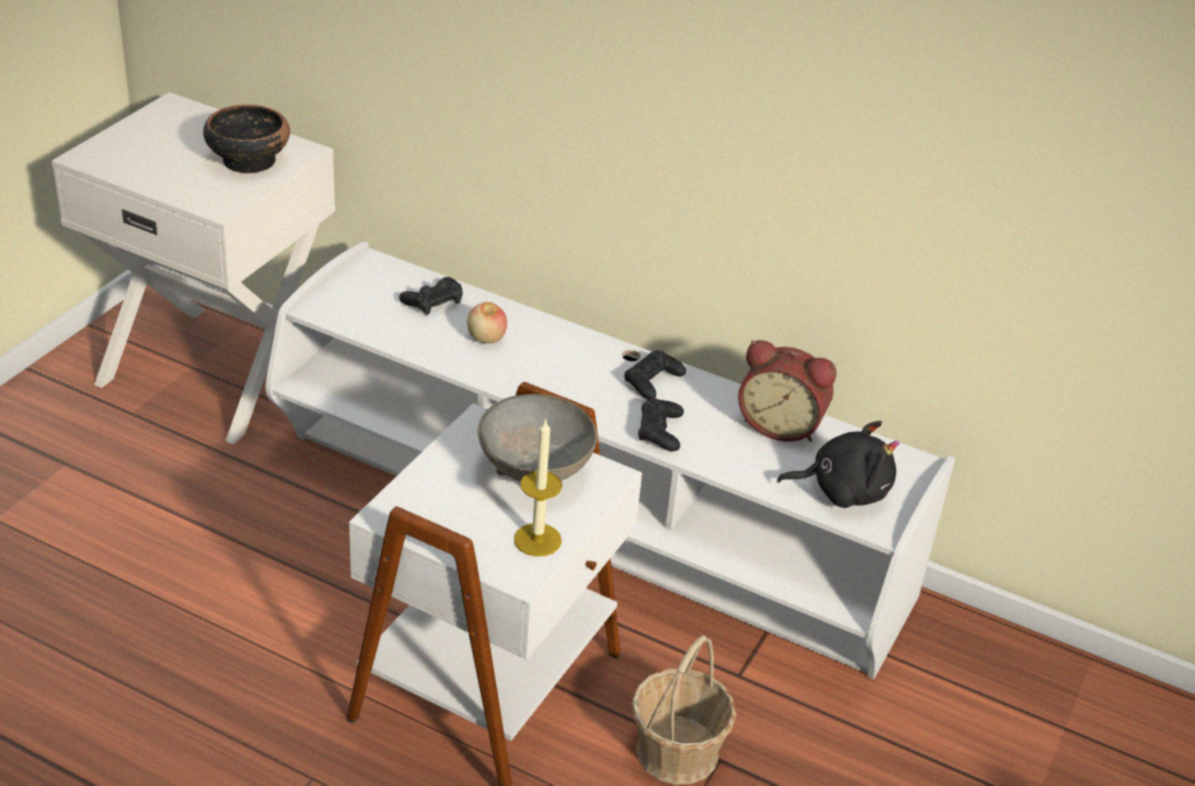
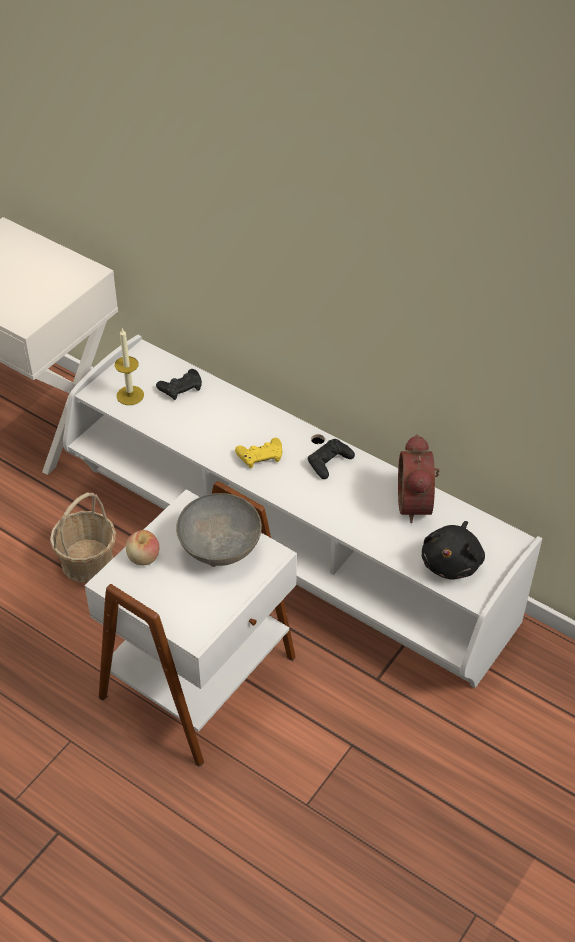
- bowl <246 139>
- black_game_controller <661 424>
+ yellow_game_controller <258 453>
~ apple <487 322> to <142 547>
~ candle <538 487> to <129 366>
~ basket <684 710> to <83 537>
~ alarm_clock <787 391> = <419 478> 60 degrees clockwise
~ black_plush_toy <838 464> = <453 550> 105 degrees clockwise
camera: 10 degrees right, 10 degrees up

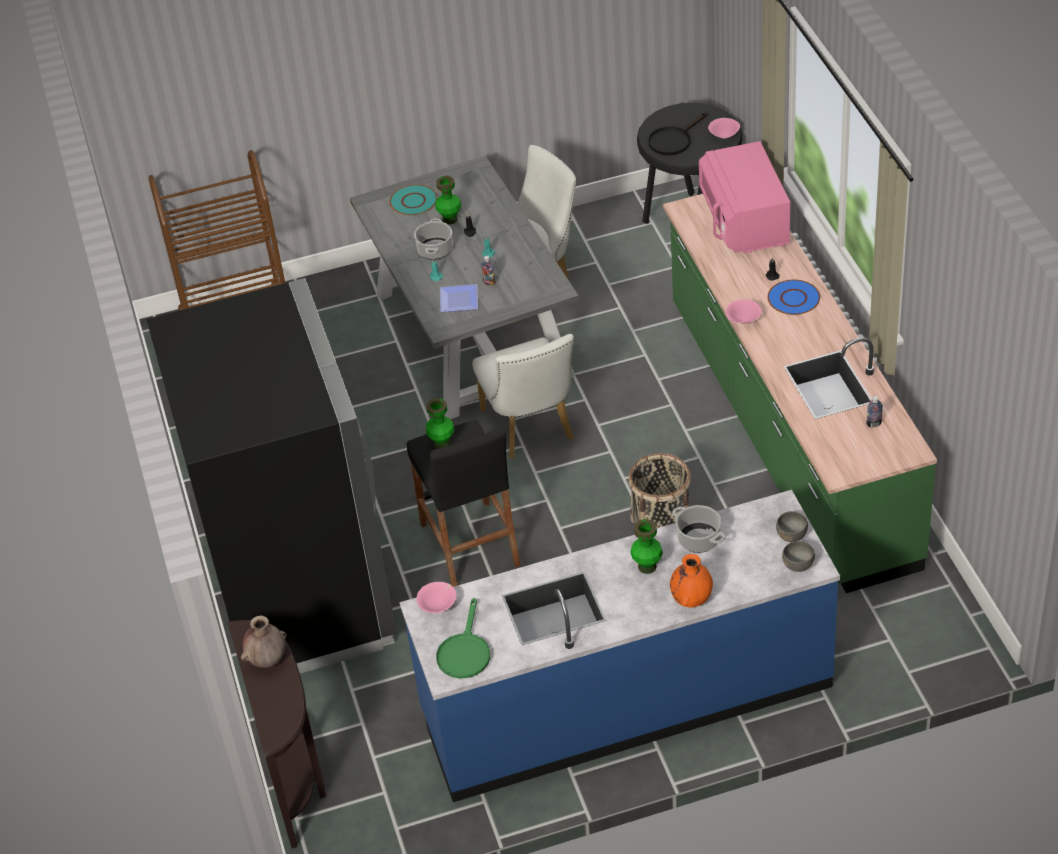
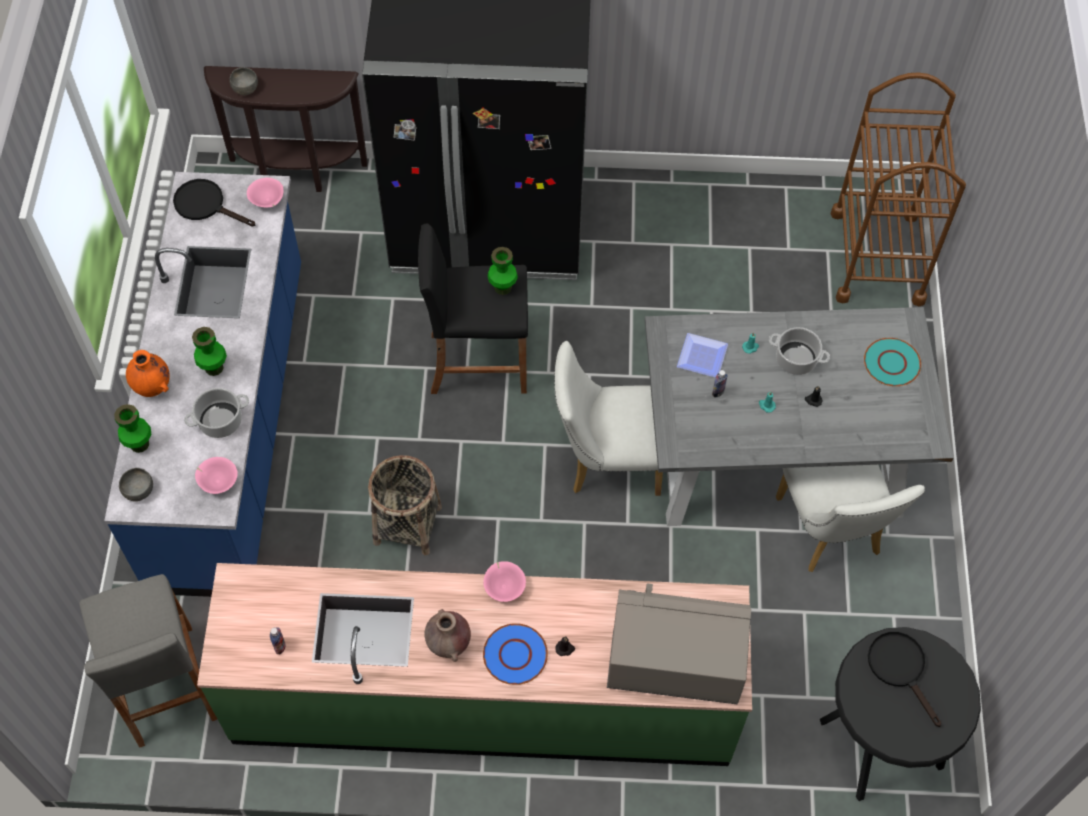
+ grey_stool <148 661>
~ brown_vase <264 642> to <447 635>
~ green_vase <448 200> to <132 428>
~ pink_bowl <724 128> to <216 475>
~ grey_bowl <792 526> to <243 81>
~ green_frying_pan <463 638> to black_frying_pan <214 203>
~ pink_microwave <744 197> to grey_microwave <679 643>
camera: 105 degrees right, 15 degrees up

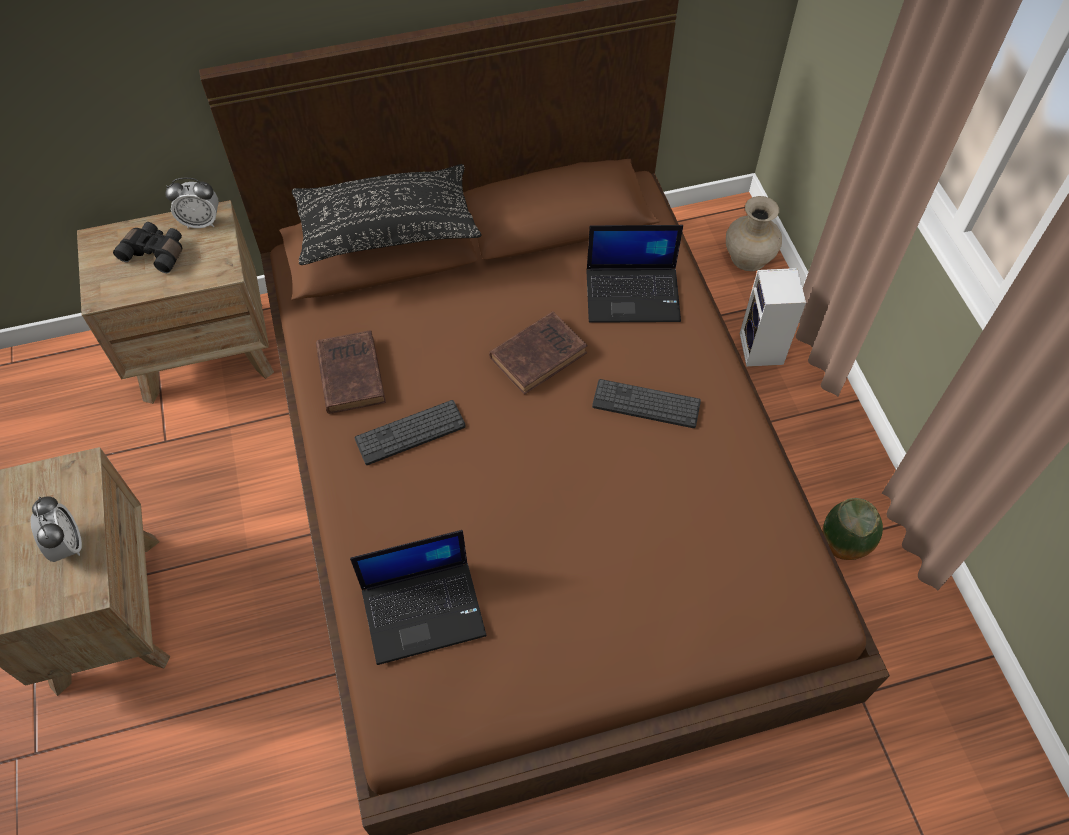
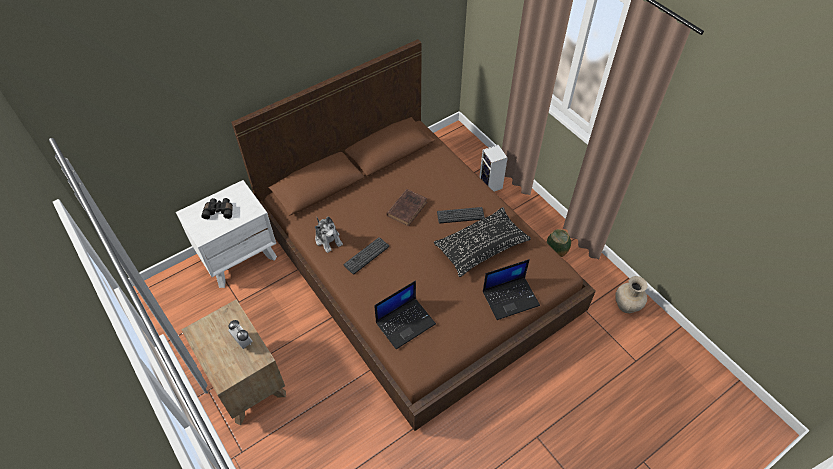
- alarm_clock <192 203>
~ black_pillow <386 214> to <482 242>
~ laptop <634 274> to <511 289>
~ beige_vase <754 233> to <631 294>
~ brown_book <351 372> to plush_toy <329 235>
~ brown_nightstand <175 302> to white_nightstand <226 234>
camera: 20 degrees left, 5 degrees down

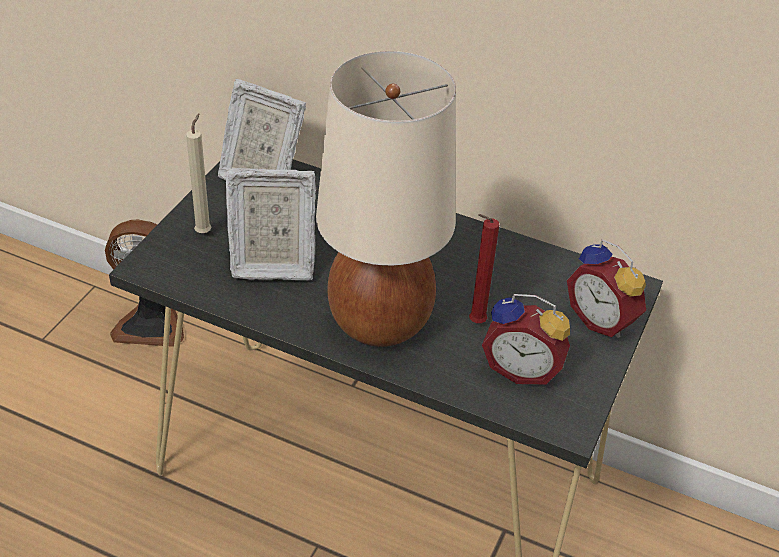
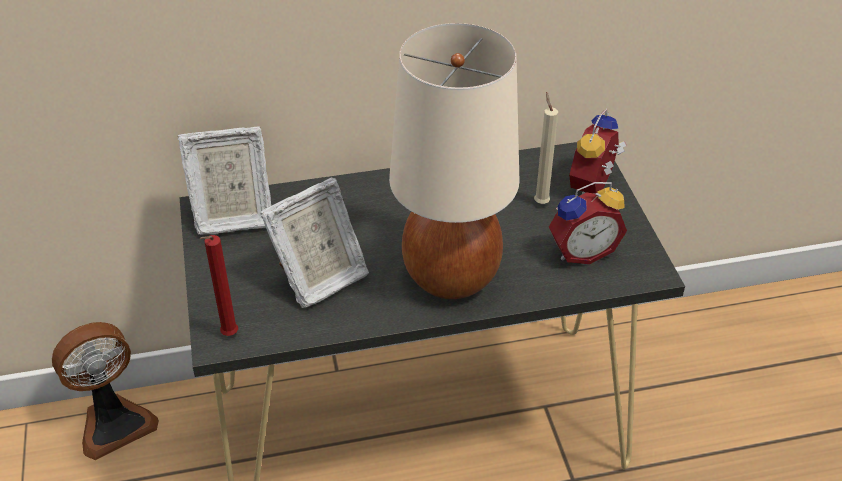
~ beige_candle <199 173> to <546 148>
~ red_candle <484 268> to <219 285>
~ alarm_clock <606 288> = <598 151> 105 degrees clockwise
camera: 35 degrees left, 0 degrees up

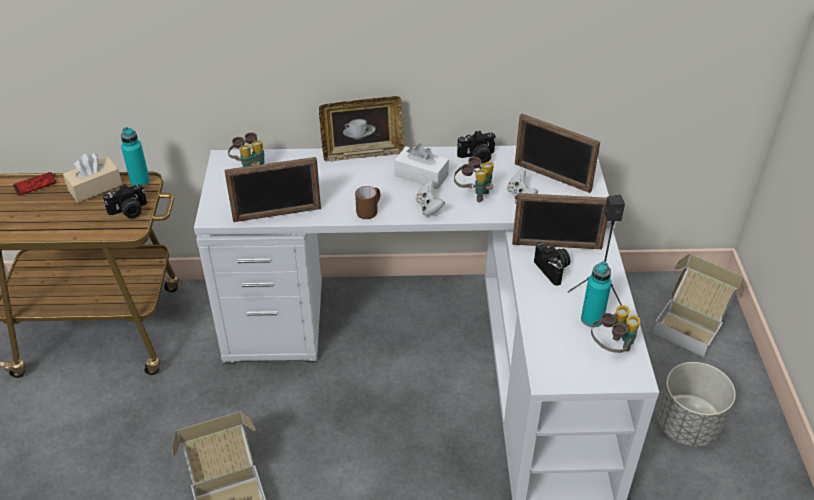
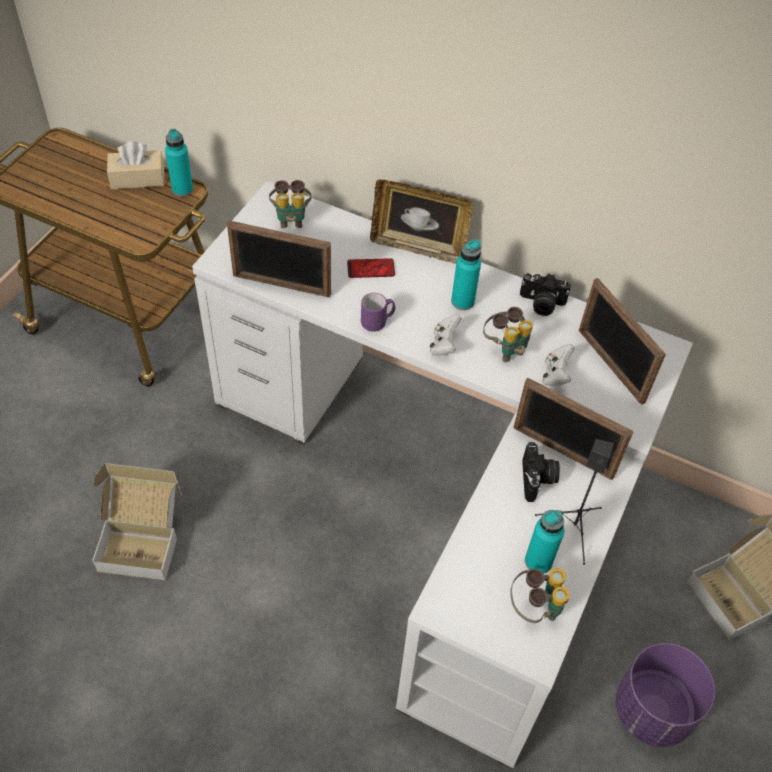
- photo_camera <125 201>
~ phone <34 184> to <371 268>
~ white_tissue_box <422 166> to turquoise_bottle <466 274>
~ brown_mug <367 202> to purple_mug <378 312>
~ grey_planter <696 404> to purple_planter <665 695>
camera: 25 degrees right, 10 degrees up

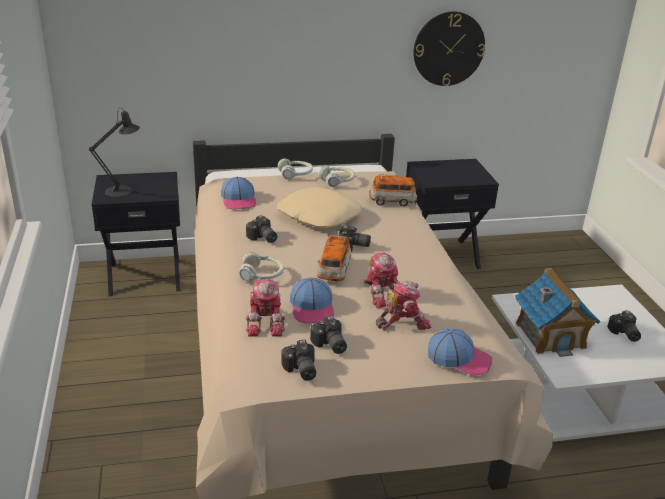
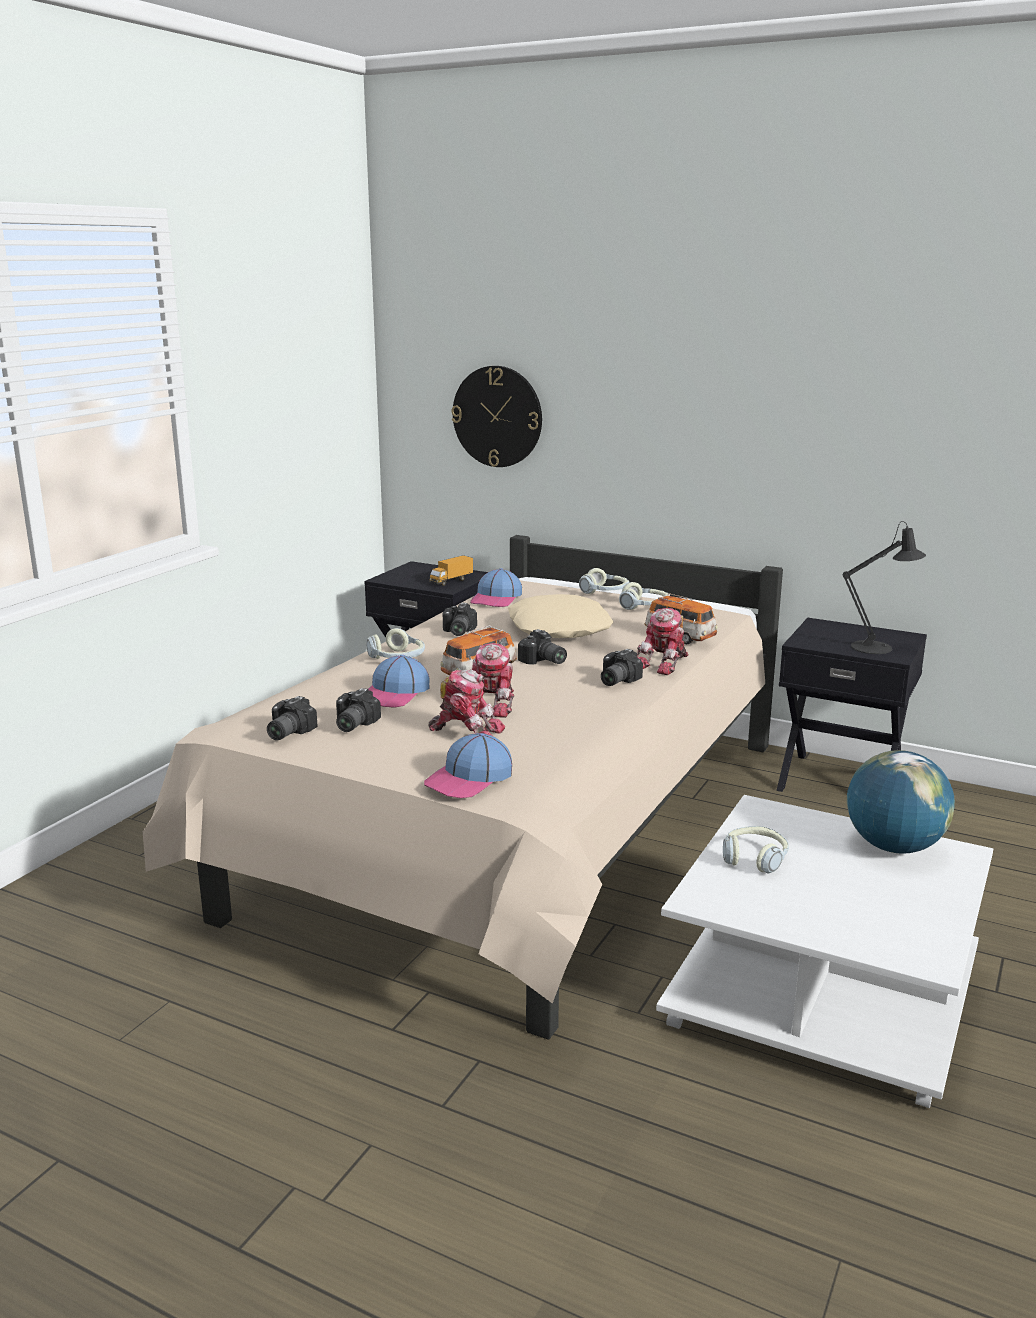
+ toy_truck <451 570>
+ globe <901 802>
~ black_table_lamp <114 152> to <884 587>
~ toy_robot <265 308> to <663 641>
~ wall_clock <449 48> to <496 416>
~ photo_camera <624 326> to <622 667>
~ toy_house <558 312> to headphones <756 849>
~ cap <460 351> = <468 765> 75 degrees clockwise
camera: 40 degrees right, 10 degrees down

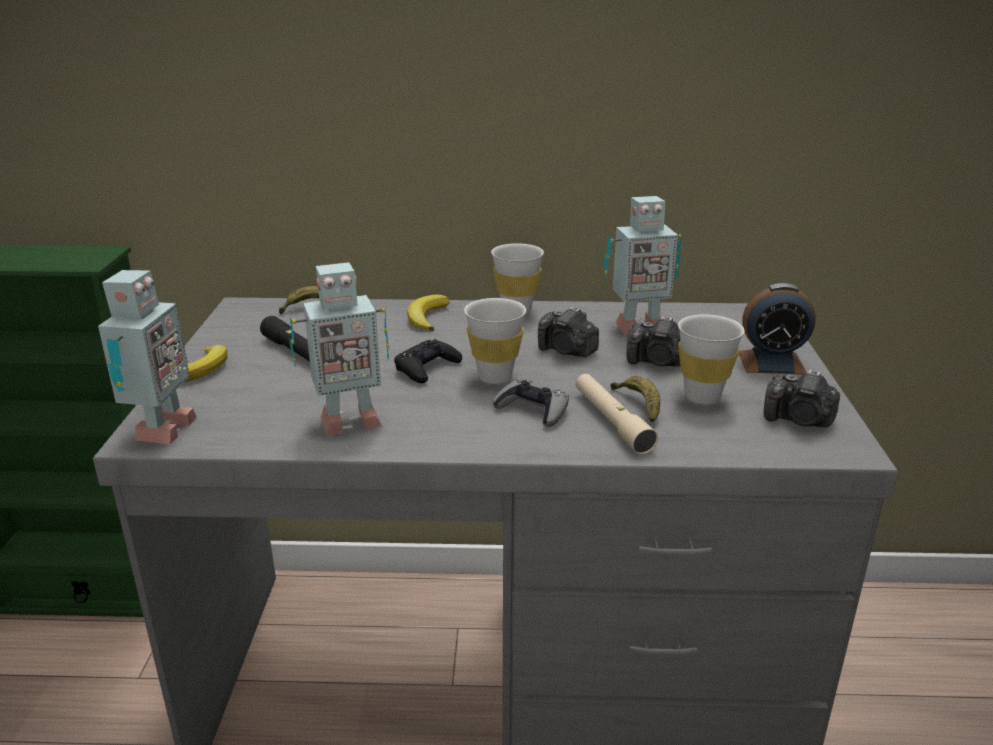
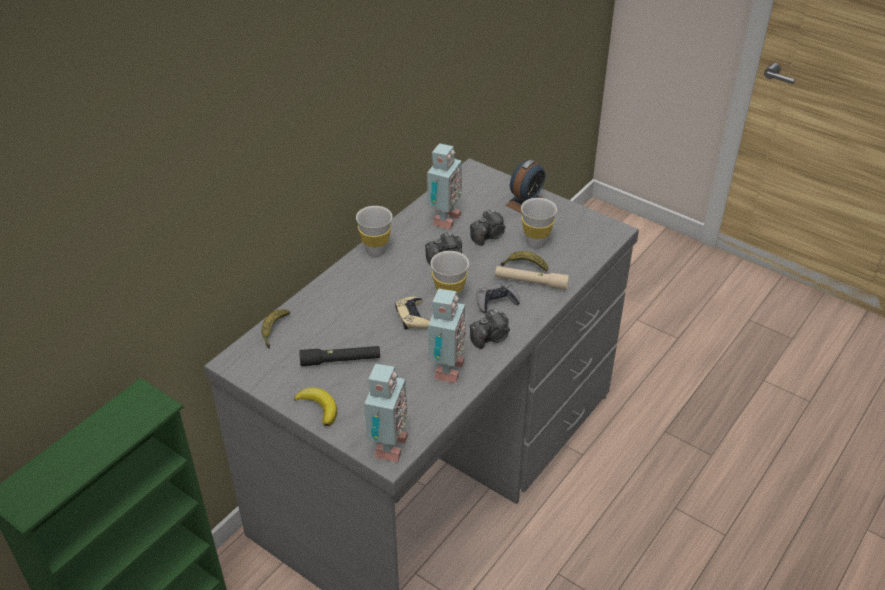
- banana <428 313>
~ photo_camera <802 398> to <490 329>
~ black_game_controller <428 361> to beige_game_controller <412 313>
~ toy_robot <147 357> = <386 413> 60 degrees clockwise
camera: 55 degrees left, 15 degrees up

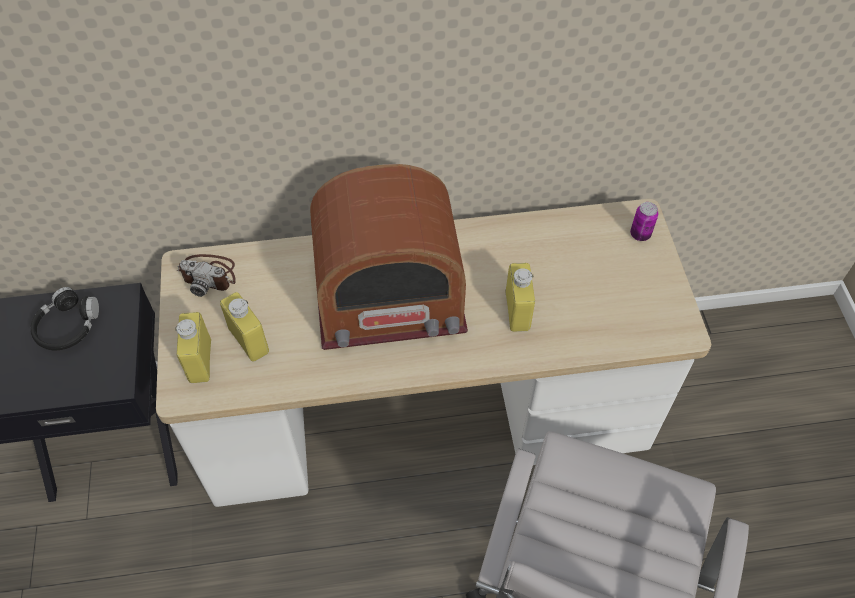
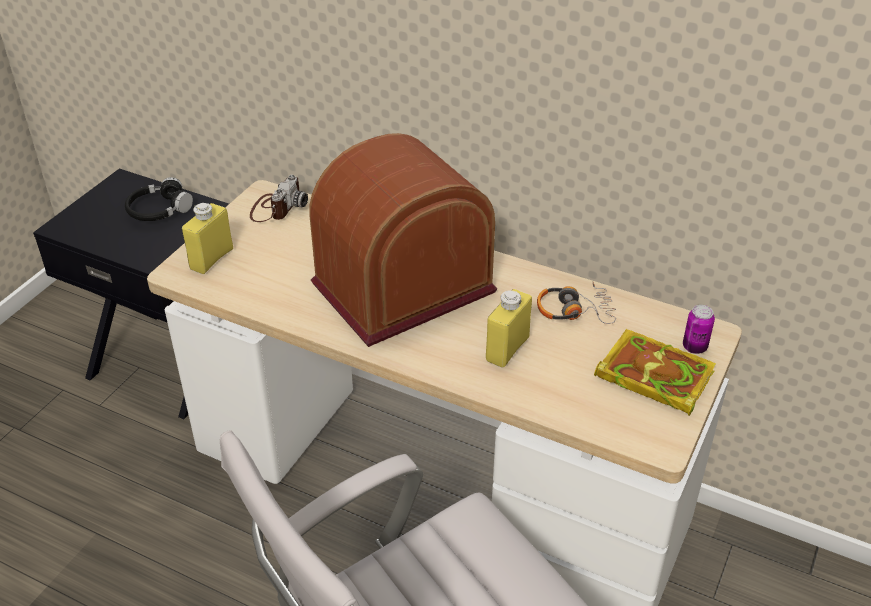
- yellow_bottle <244 327>
+ headphones <576 303>
+ book <655 372>
~ photo_camera <206 275> = <279 198> 120 degrees counterclockwise
~ radio <389 257> = <403 240> 120 degrees clockwise
camera: 35 degrees right, 15 degrees down

